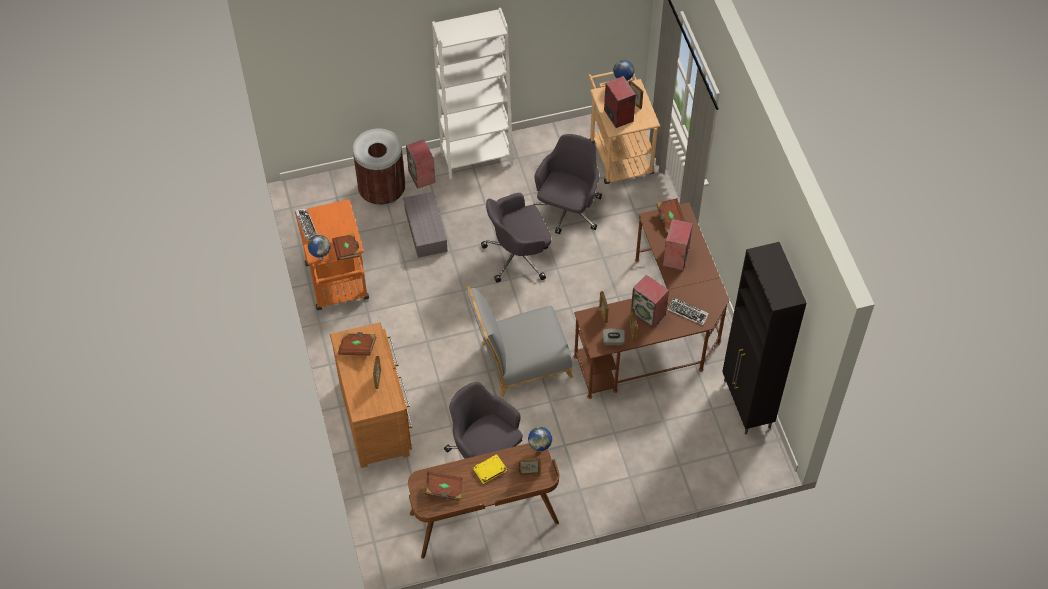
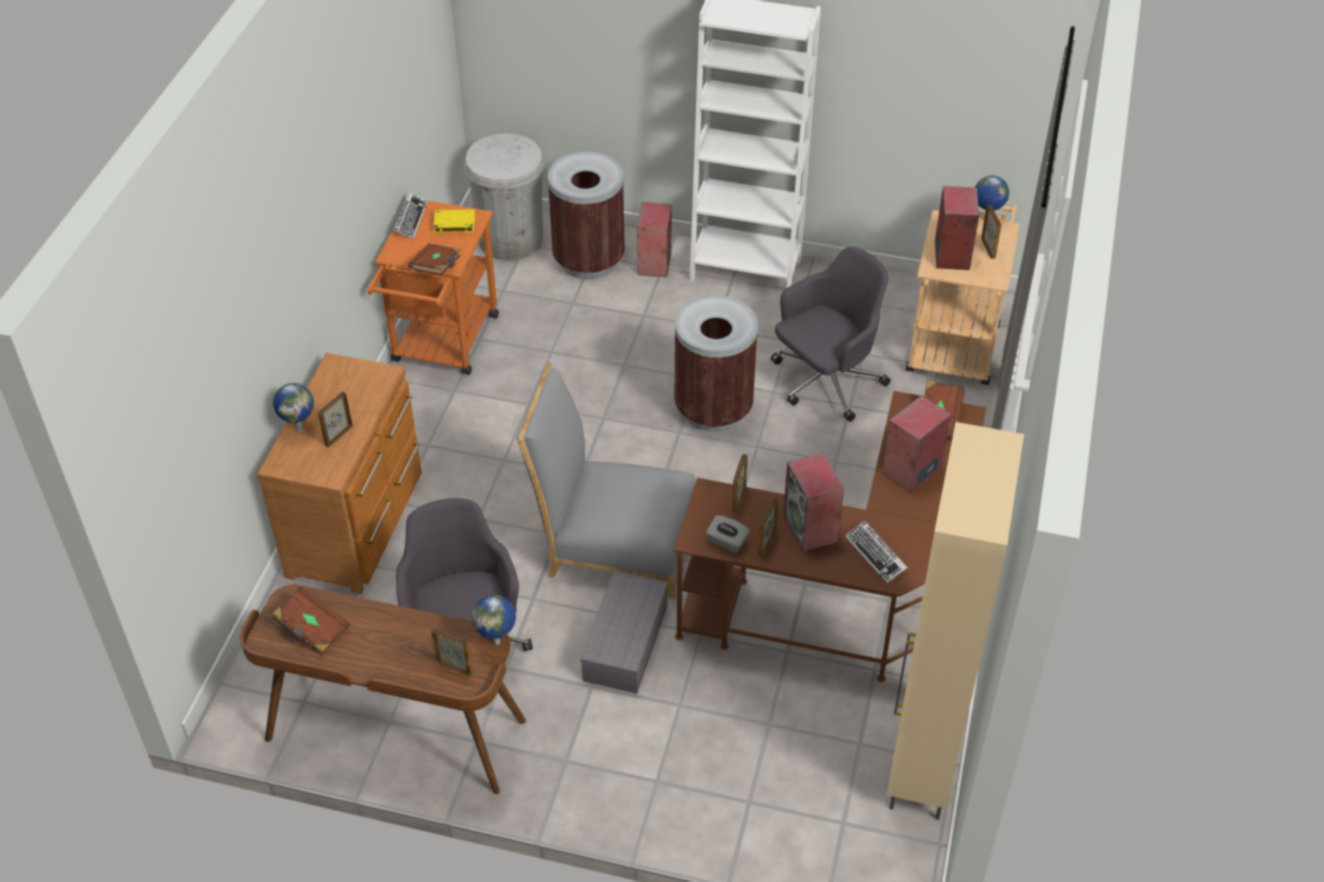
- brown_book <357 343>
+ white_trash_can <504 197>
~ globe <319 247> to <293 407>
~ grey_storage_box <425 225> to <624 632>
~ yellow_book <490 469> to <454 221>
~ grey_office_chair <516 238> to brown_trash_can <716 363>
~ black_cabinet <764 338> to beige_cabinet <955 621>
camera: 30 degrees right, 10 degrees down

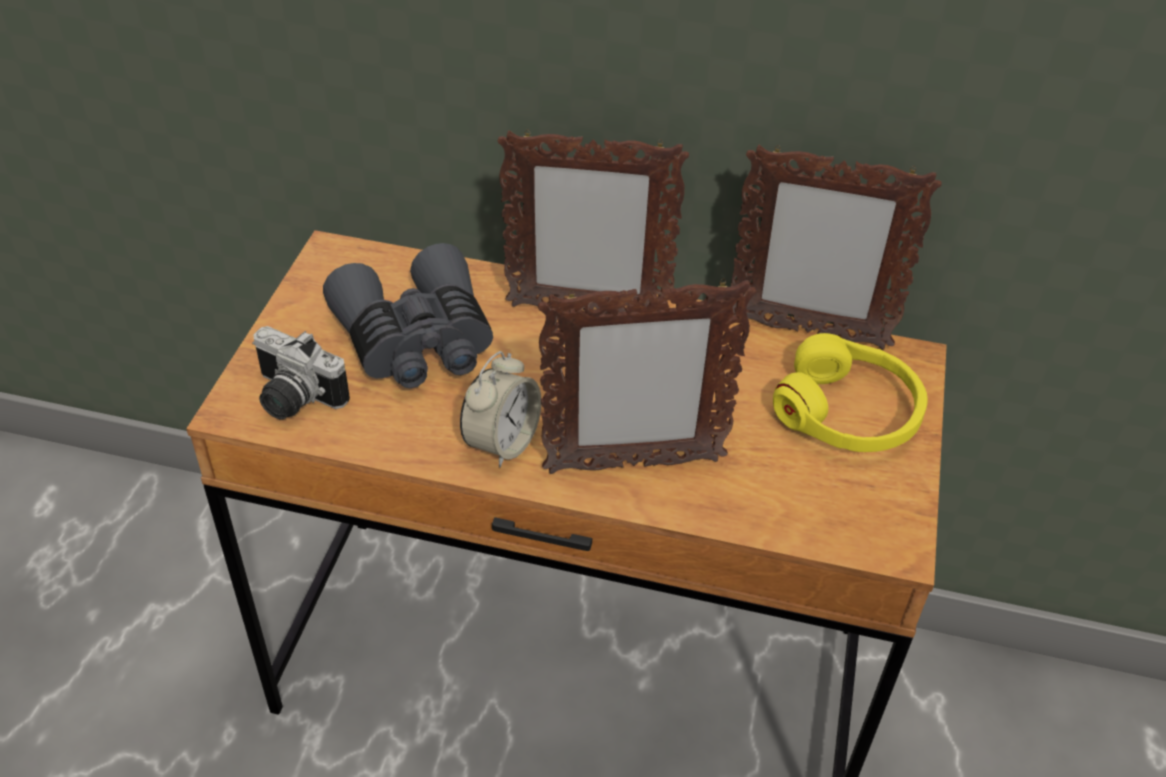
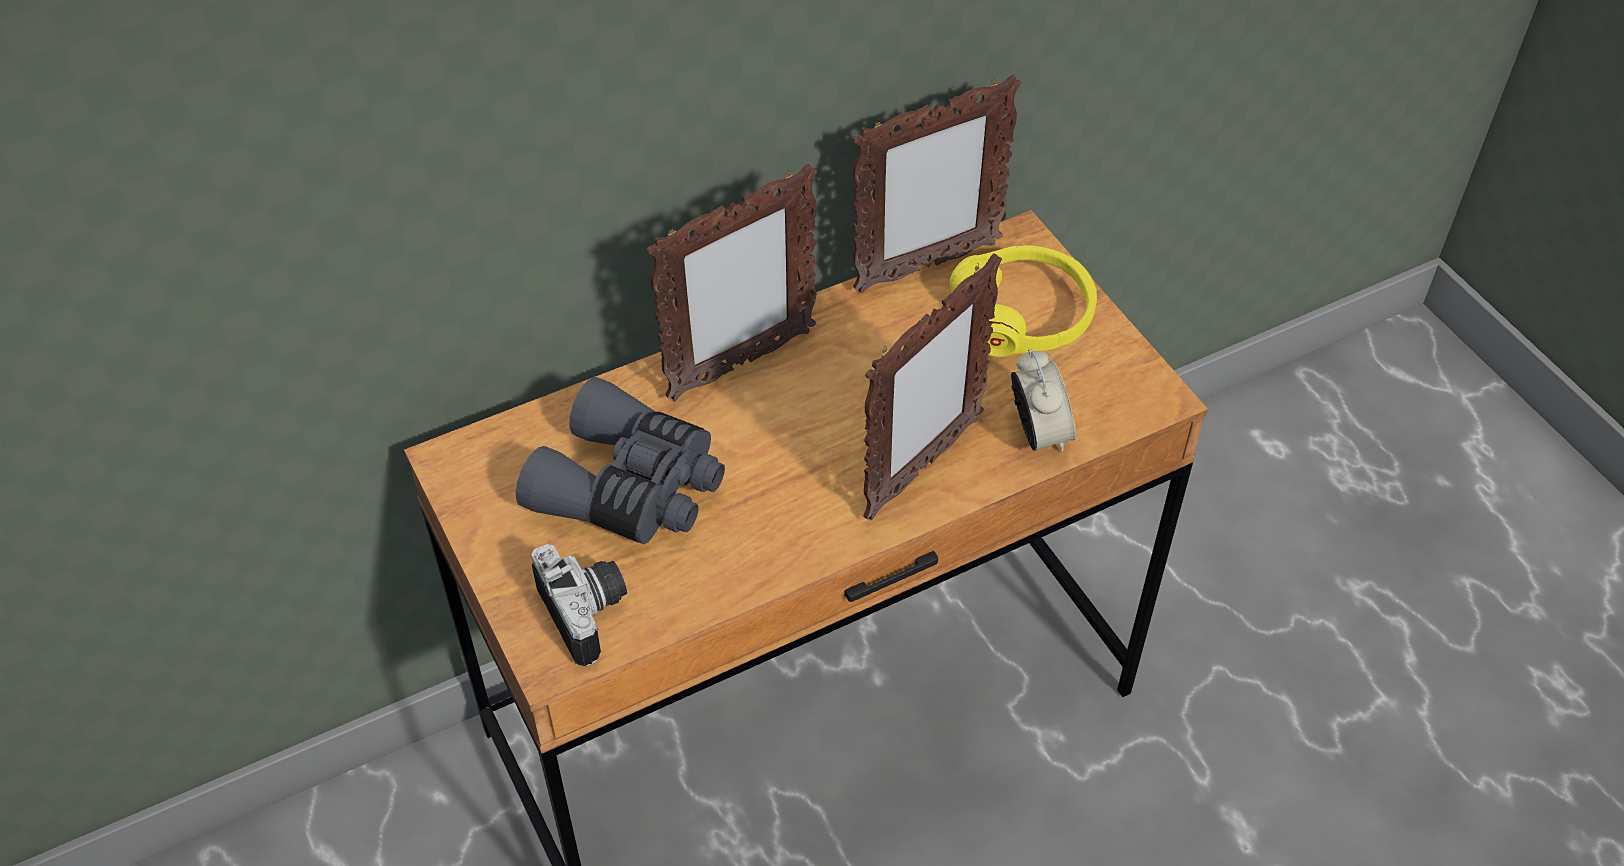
~ alarm_clock <500 409> to <1043 401>
~ photo_camera <301 373> = <579 605> 105 degrees counterclockwise
camera: 40 degrees left, 5 degrees up

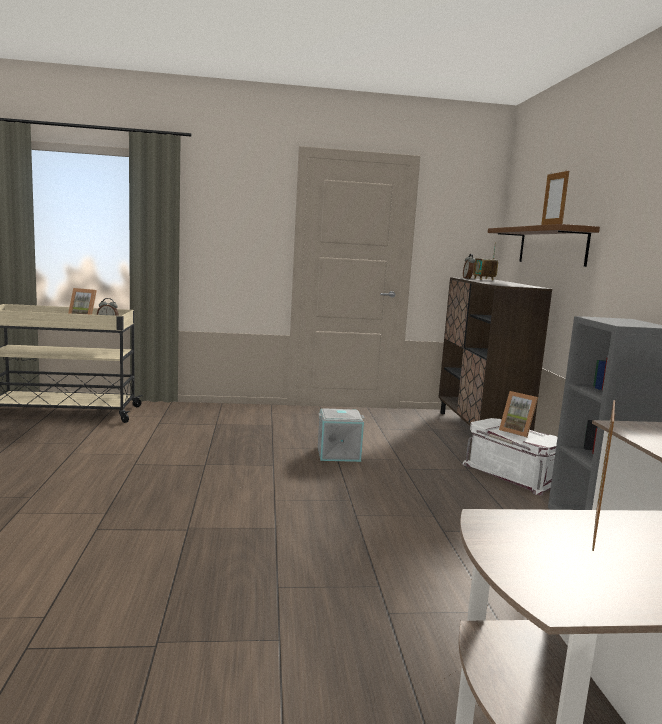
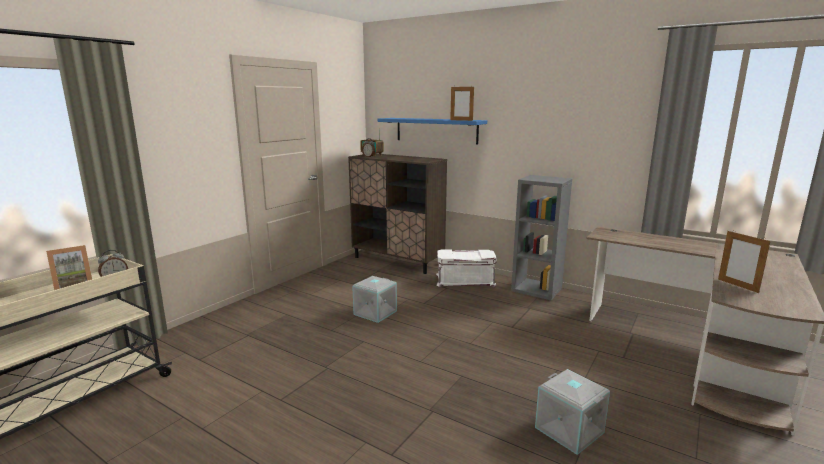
- picture_frame <518 414>
+ grey_storage_box <572 412>
~ brown_shelf <544 245> to blue_shelf <432 131>
camera: 50 degrees left, 5 degrees up

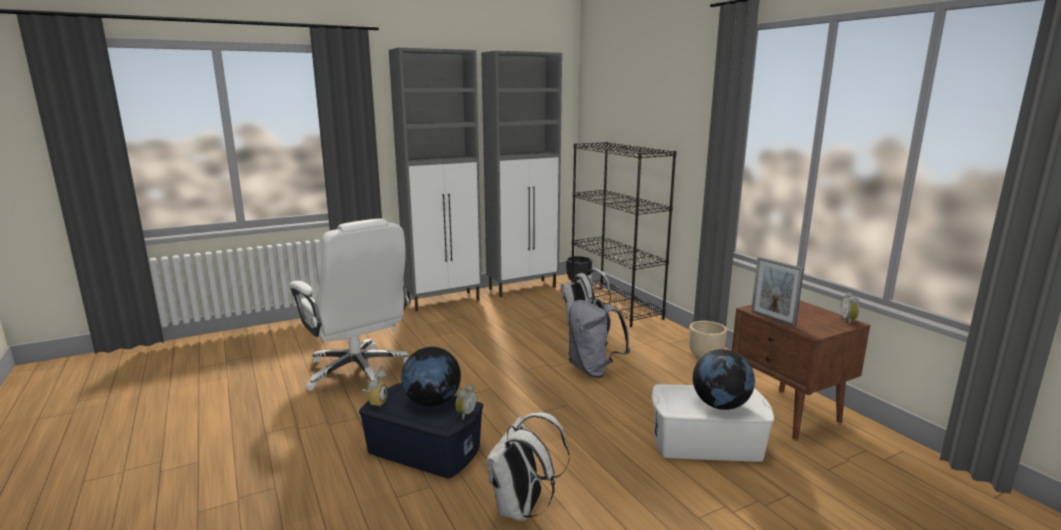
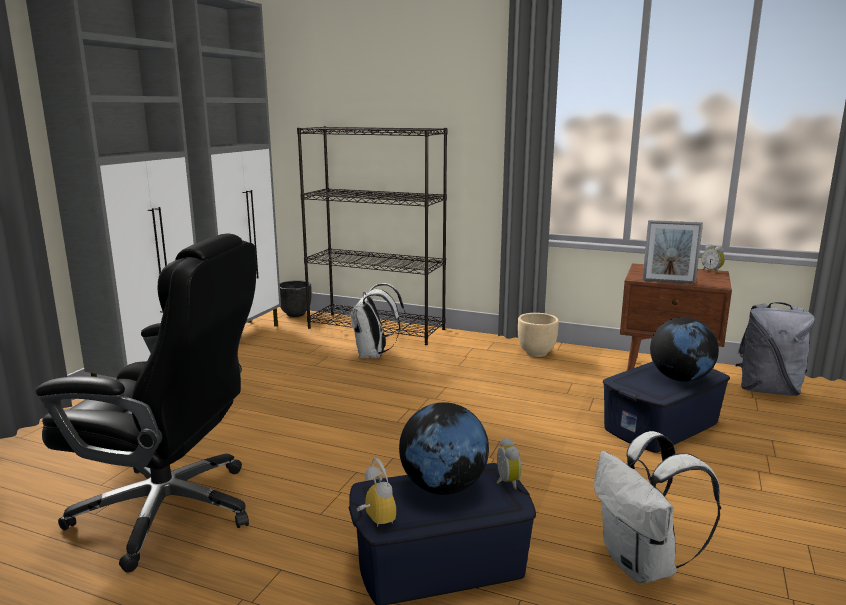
~ grey_backpack <599 338> to <775 349>
~ white_office_chair <349 305> to black_office_chair <145 402>
~ white_storage_box <712 423> to blue_storage_box <666 407>
camera: 40 degrees left, 0 degrees up

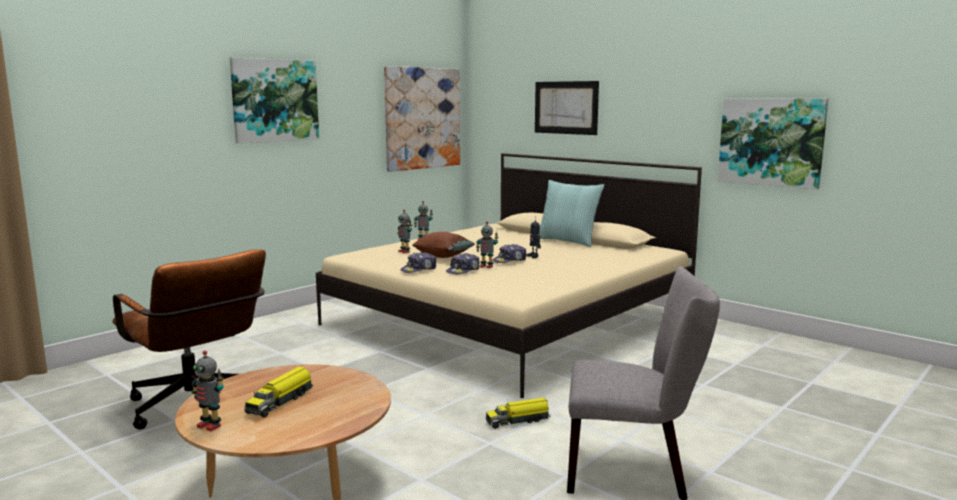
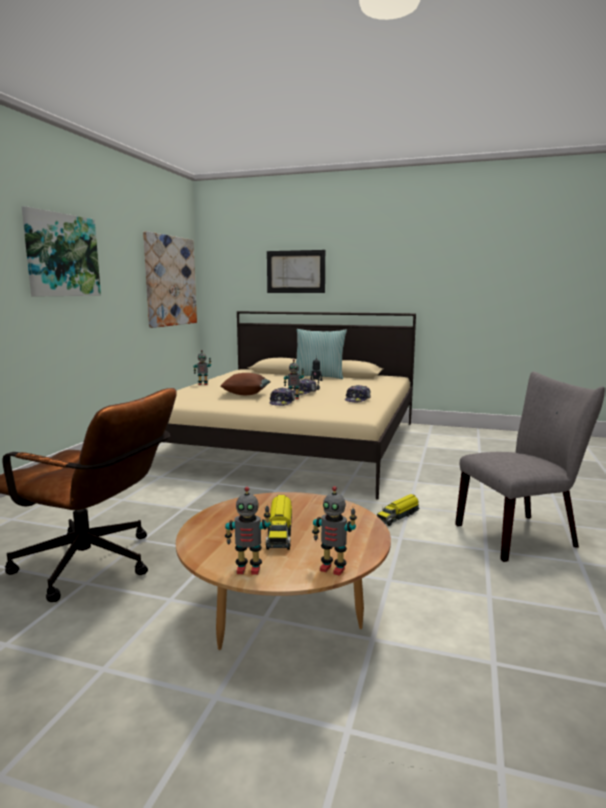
- picture <773 144>
~ toy_robot <404 231> to <334 531>
~ cap <418 262> to <358 393>
camera: 25 degrees left, 0 degrees up

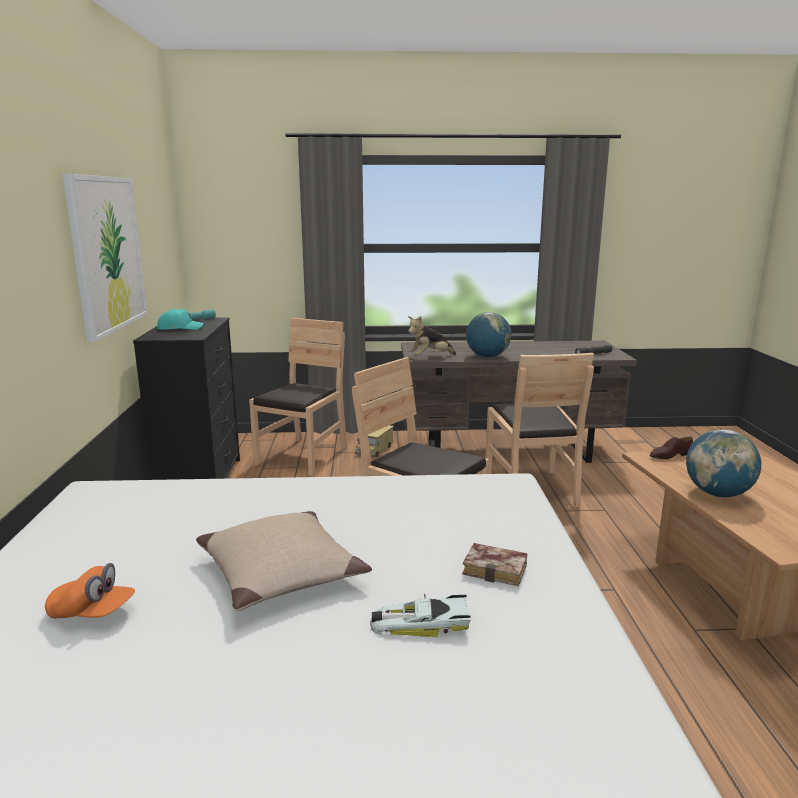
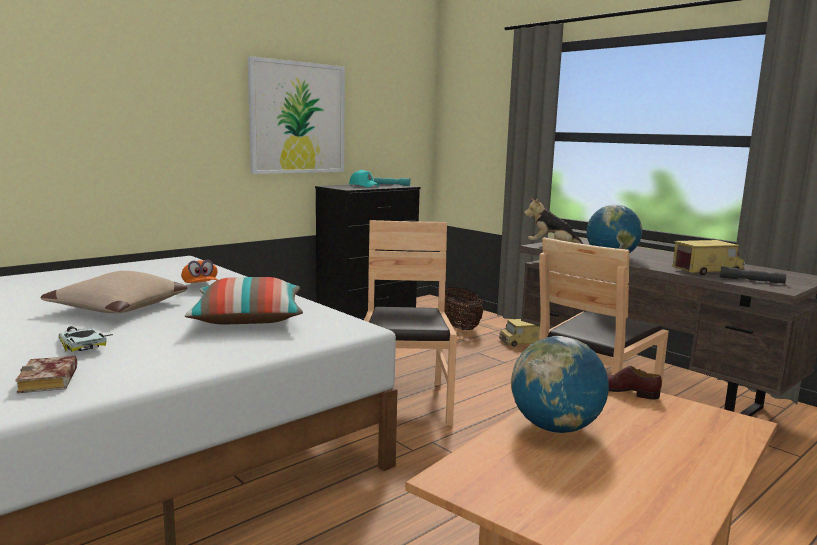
+ pillow <244 300>
+ toy_truck <709 257>
~ orange_cap <90 591> to <199 271>
~ book <495 564> to <46 374>
~ brown_chair <298 397> to basket <464 308>
camera: 50 degrees right, 5 degrees down

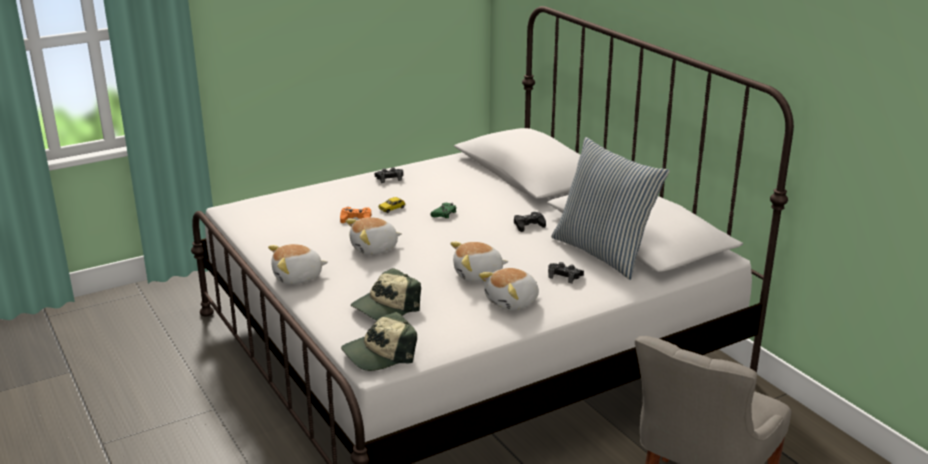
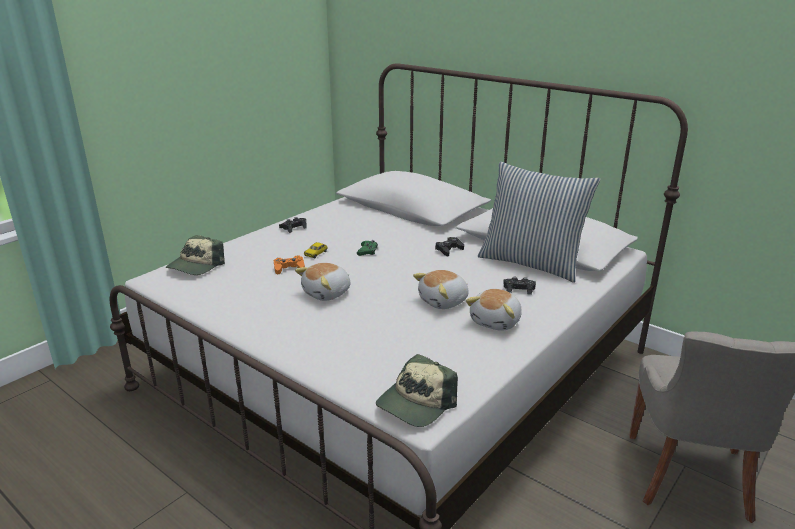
- plush_toy <298 264>
~ cap <386 294> to <195 255>
camera: 20 degrees left, 0 degrees up

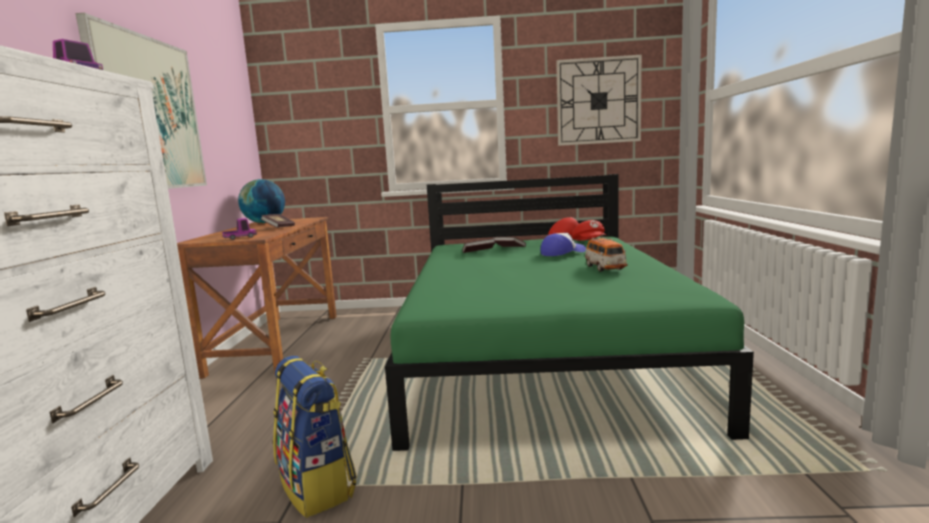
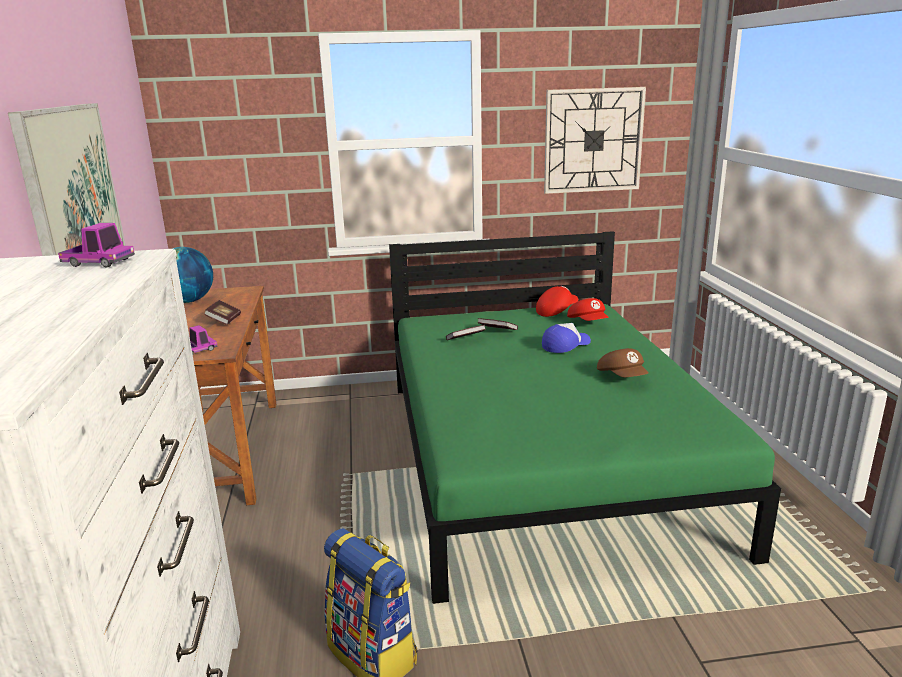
~ toy_car <606 254> to brown_cap <623 362>
camera: 10 degrees left, 10 degrees up

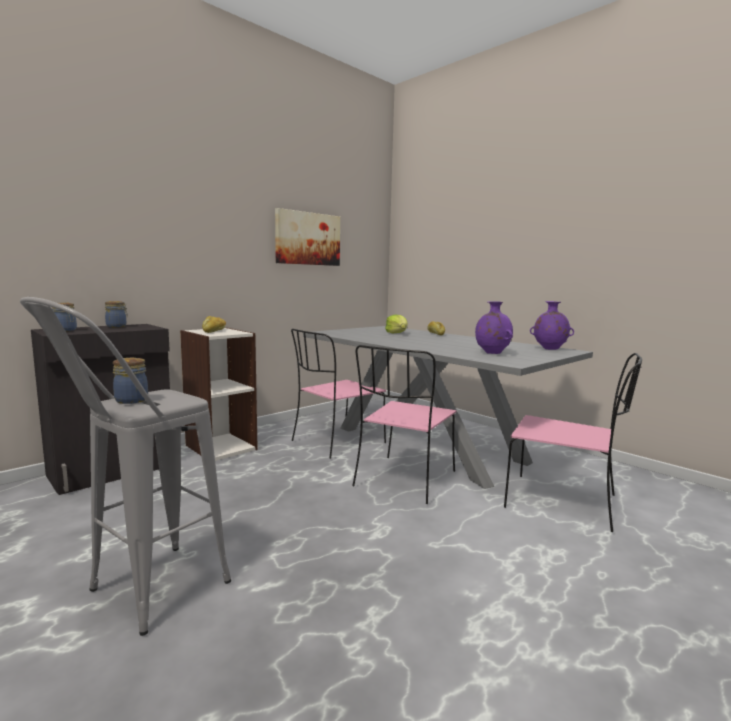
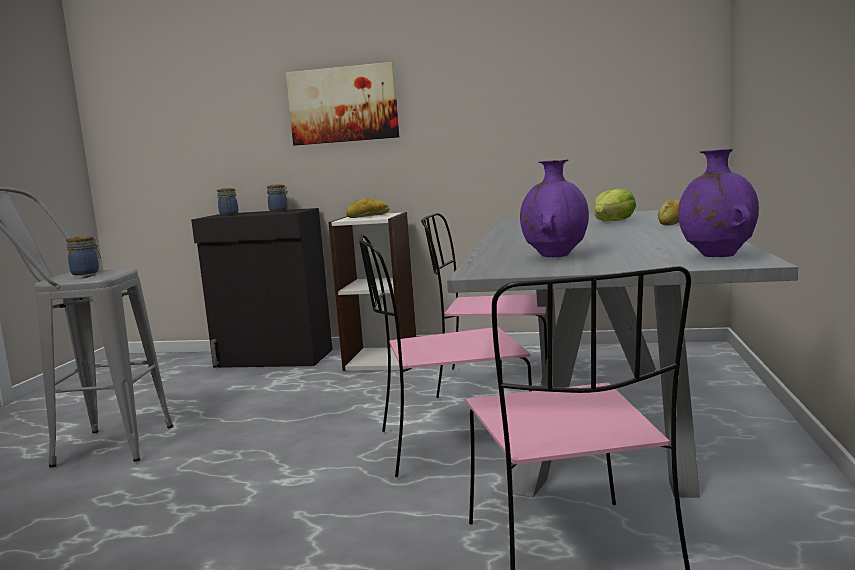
~ picture <307 237> to <342 104>
camera: 55 degrees right, 0 degrees up

